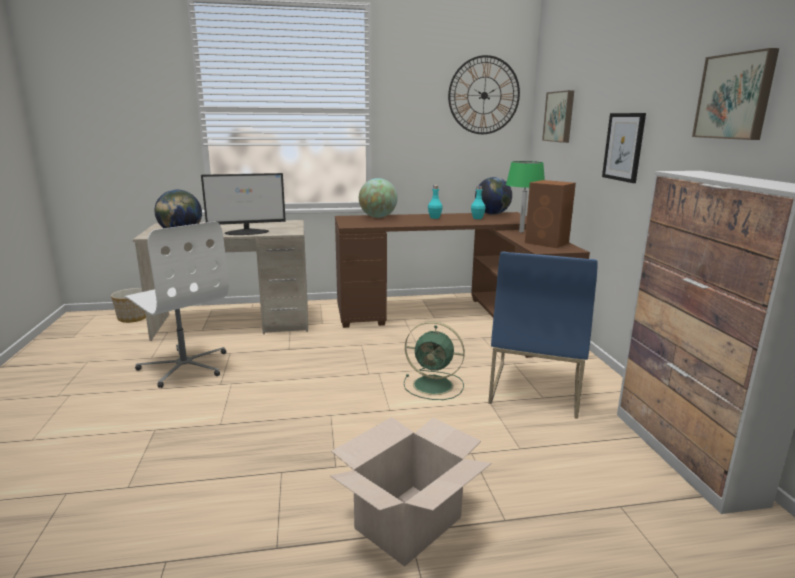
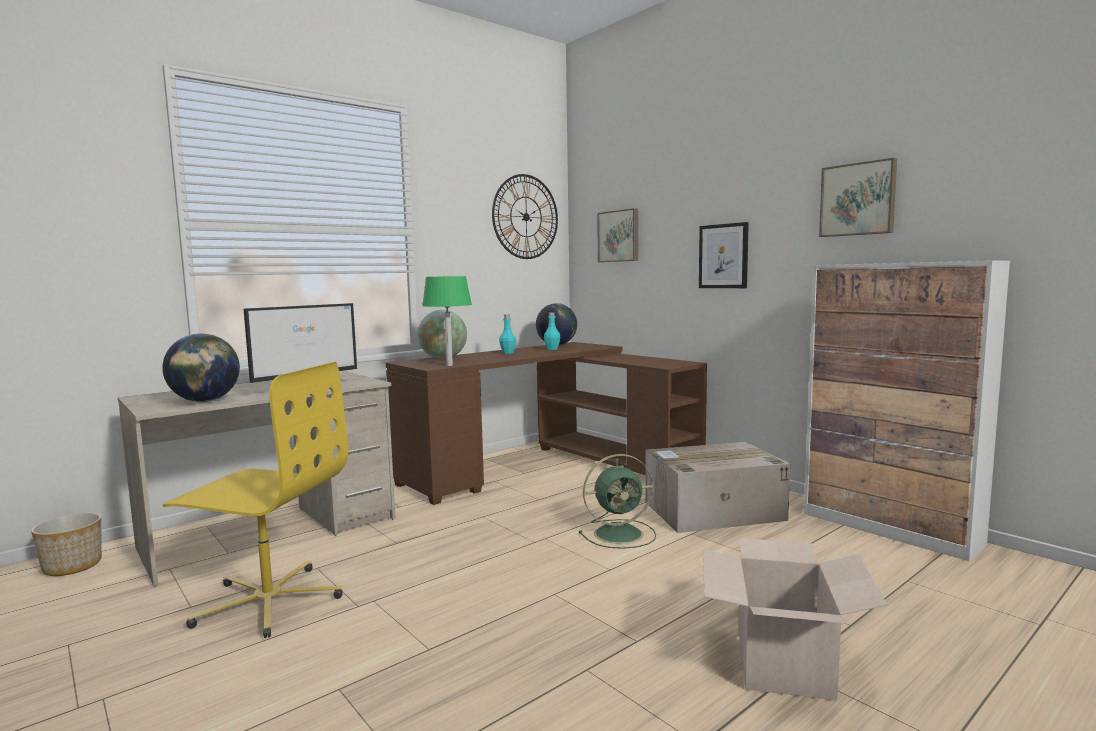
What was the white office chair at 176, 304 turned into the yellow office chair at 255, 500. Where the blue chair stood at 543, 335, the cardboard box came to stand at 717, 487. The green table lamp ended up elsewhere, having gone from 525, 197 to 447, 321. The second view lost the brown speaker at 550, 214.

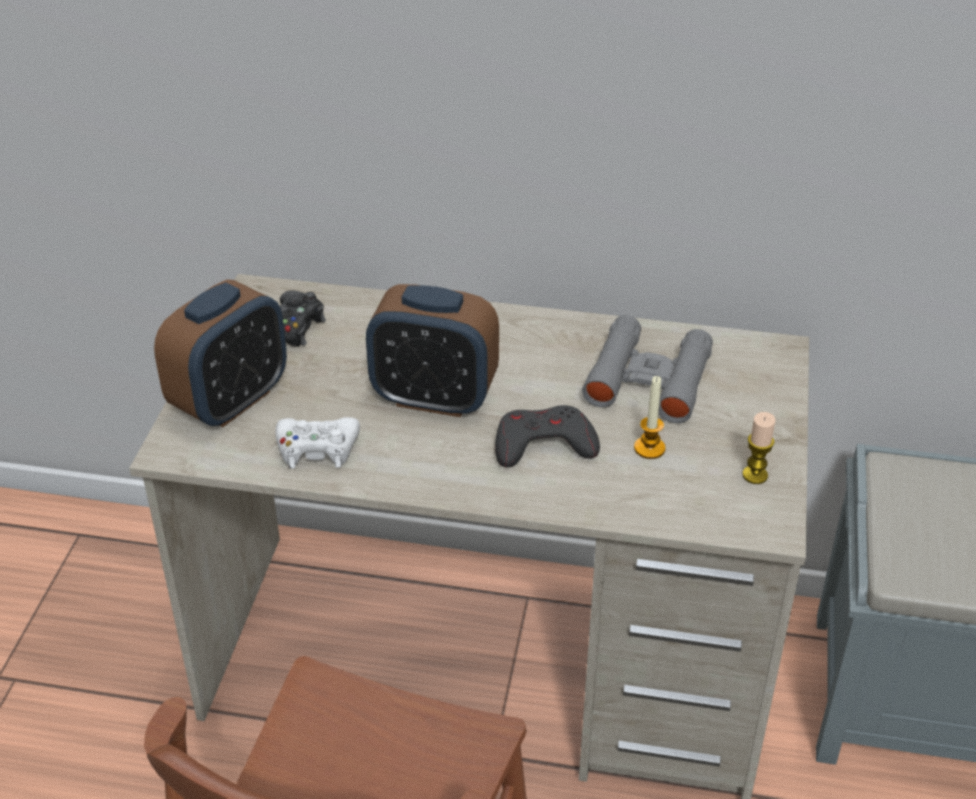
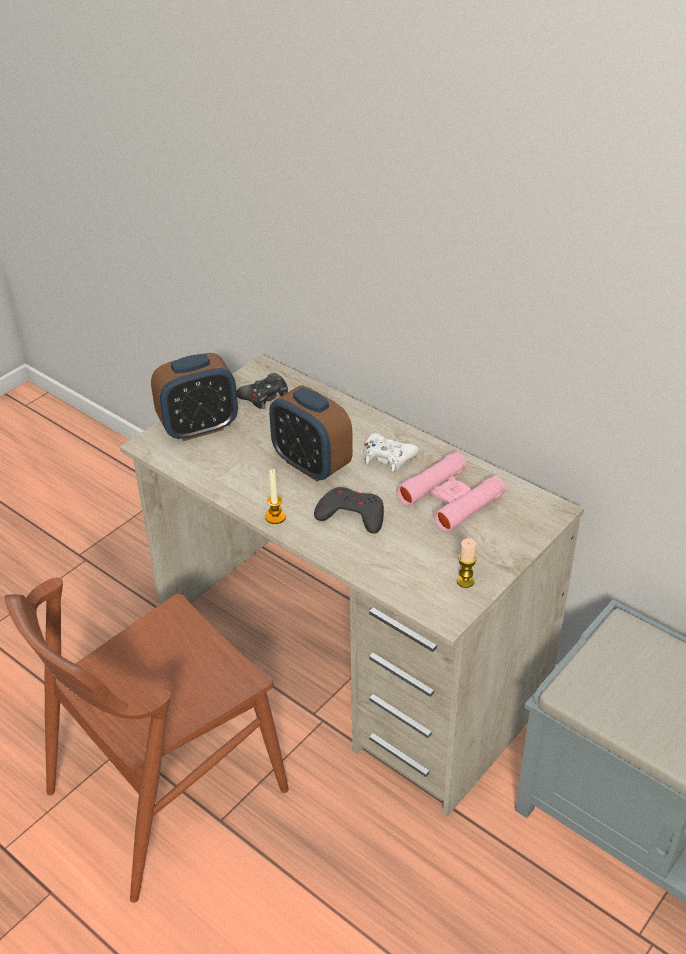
The white game controller ended up elsewhere, having gone from 317, 443 to 391, 452. What was the grey binoculars at 647, 369 turned into the pink binoculars at 450, 492. The candle ended up elsewhere, having gone from 650, 417 to 275, 496.

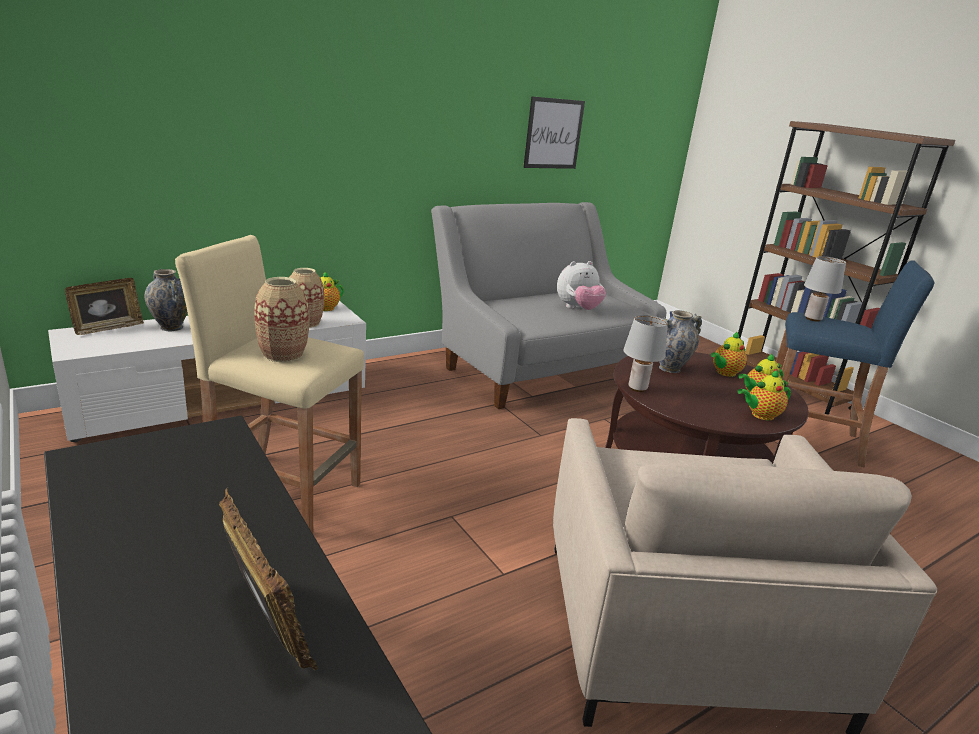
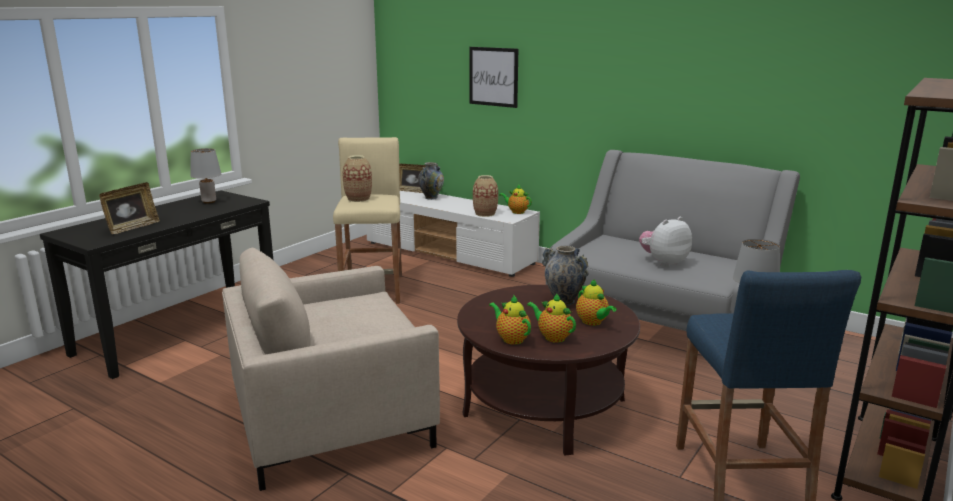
The picture ended up elsewhere, having gone from 554, 132 to 493, 77. The plush toy at 581, 285 ended up facing another way, 105 degrees clockwise from before. The grey table lamp ended up elsewhere, having gone from 645, 353 to 205, 175. The teapot at 729, 354 ended up facing another way, 150 degrees counterclockwise from before.

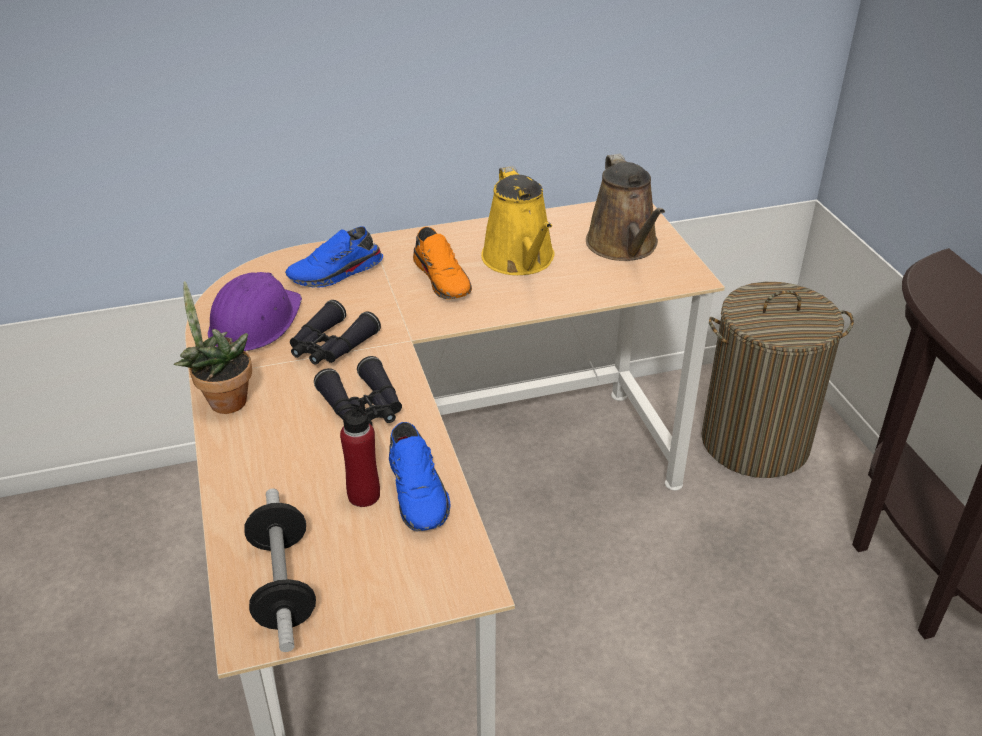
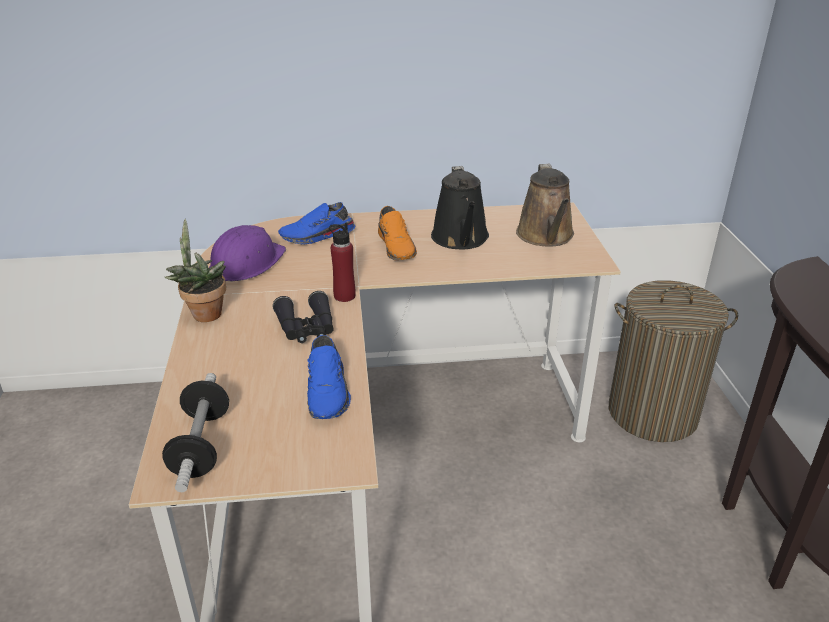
The second view lost the black binoculars at 335, 332. The red bottle ended up elsewhere, having gone from 358, 453 to 342, 262. What was the yellow watering can at 518, 220 turned into the black watering can at 460, 207.

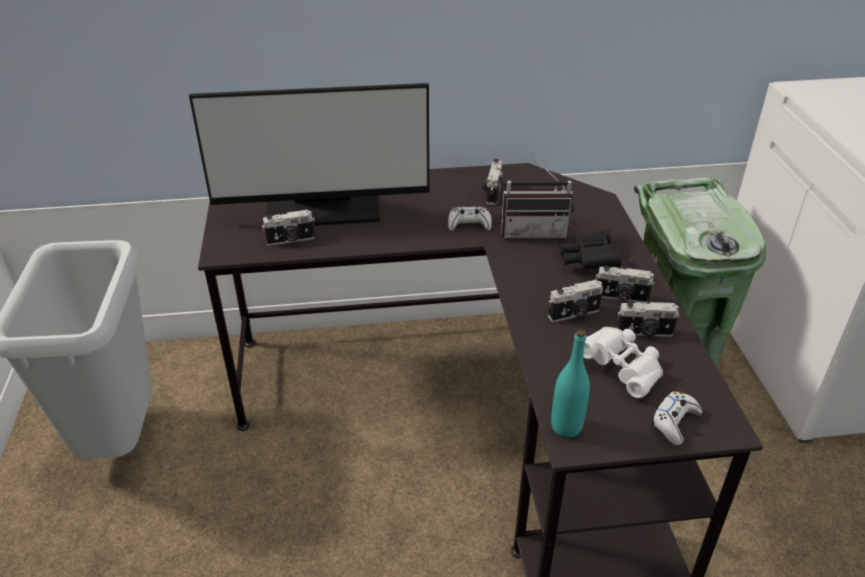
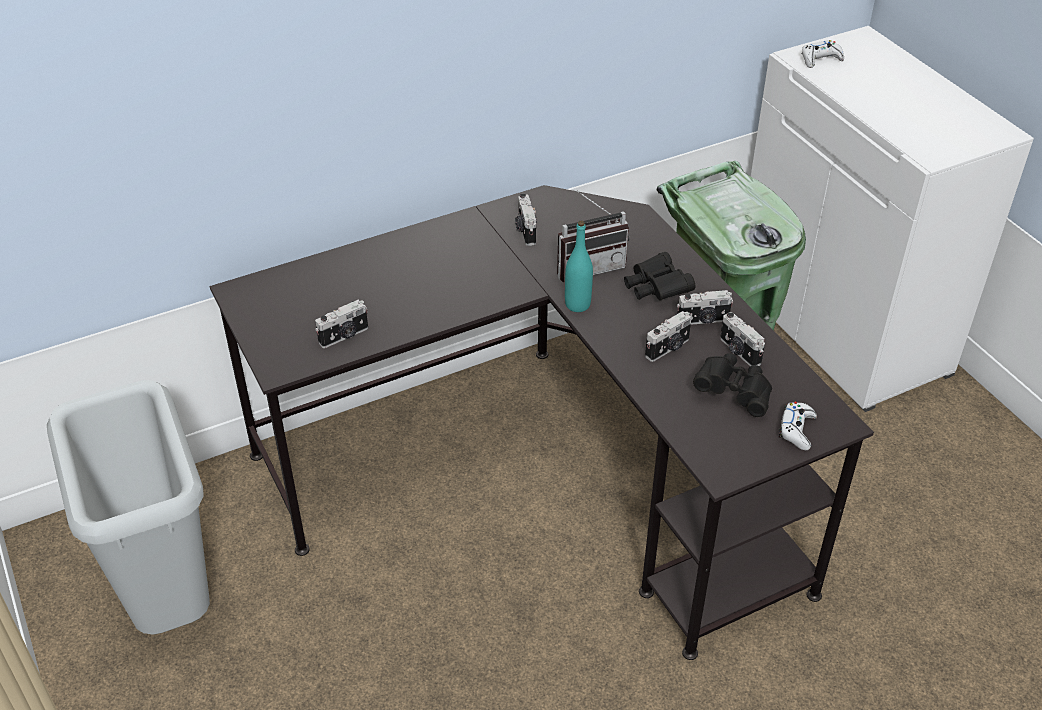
The second view lost the monitor at 309, 154. The white game controller ended up elsewhere, having gone from 470, 219 to 823, 54. The turquoise bottle ended up elsewhere, having gone from 570, 383 to 579, 266. What was the white binoculars at 623, 362 turned into the black binoculars at 732, 385. The photo camera at 648, 319 ended up facing another way, 75 degrees clockwise from before.

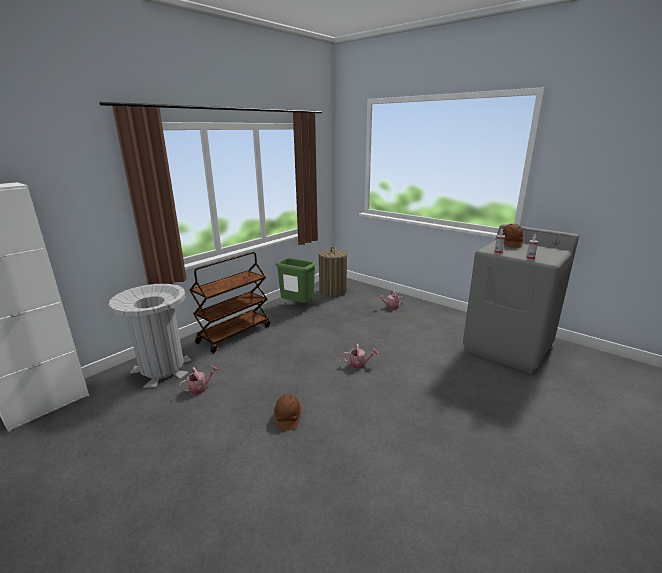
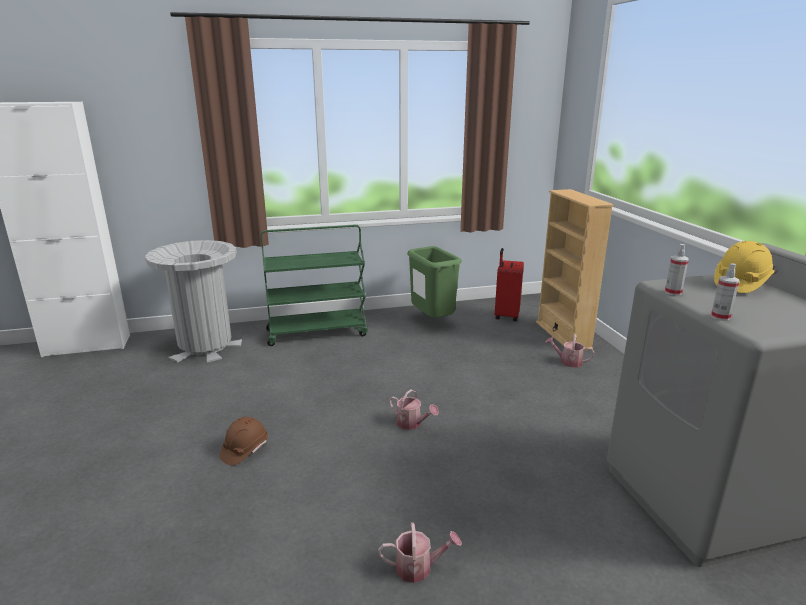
The watering can ended up elsewhere, having gone from 198, 380 to 420, 552. What was the brown cart at 230, 302 turned into the green cart at 314, 285. Where the laundry basket stood at 332, 272, the red suitcase came to stand at 509, 284. What was the brown hard hat at 513, 235 turned into the yellow hard hat at 744, 267. The second view gained the beige bookcase at 575, 270.

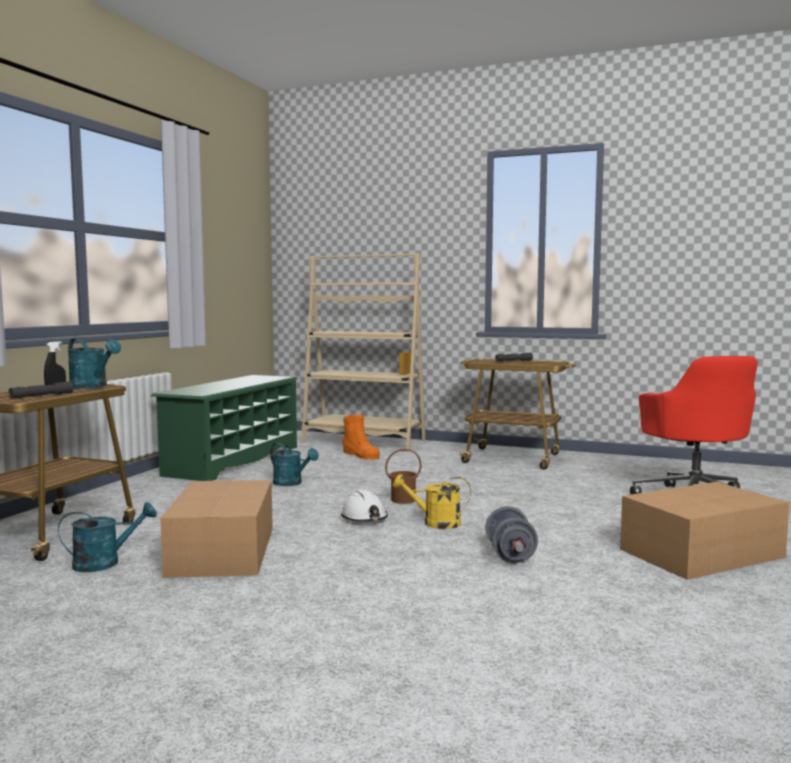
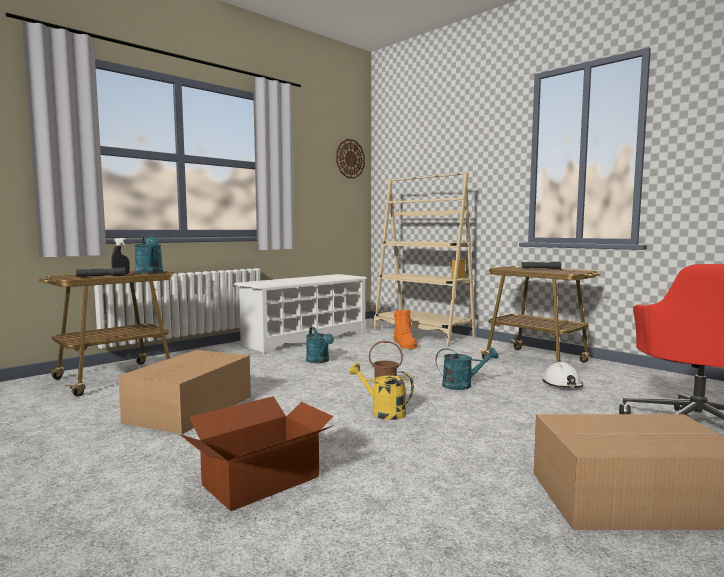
The turquoise watering can ended up elsewhere, having gone from 107, 537 to 467, 368. What was the green shoe rack at 224, 428 turned into the white shoe rack at 300, 314. The white hard hat ended up elsewhere, having gone from 364, 506 to 562, 375. The second view lost the grey dumbbell at 511, 534. The second view gained the cardboard box at 256, 453. The second view gained the wall clock at 350, 159.

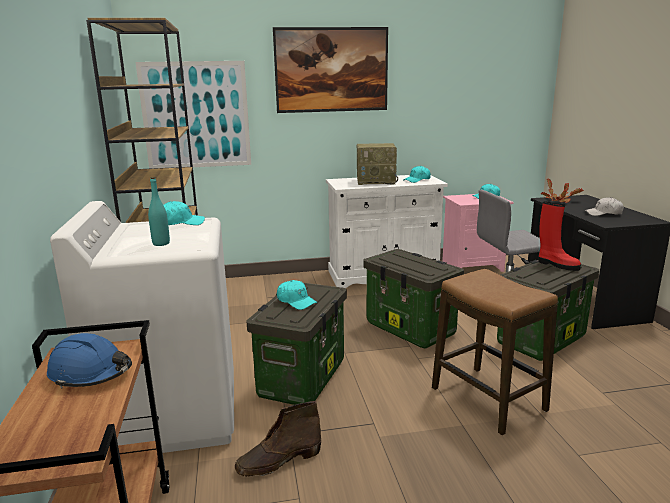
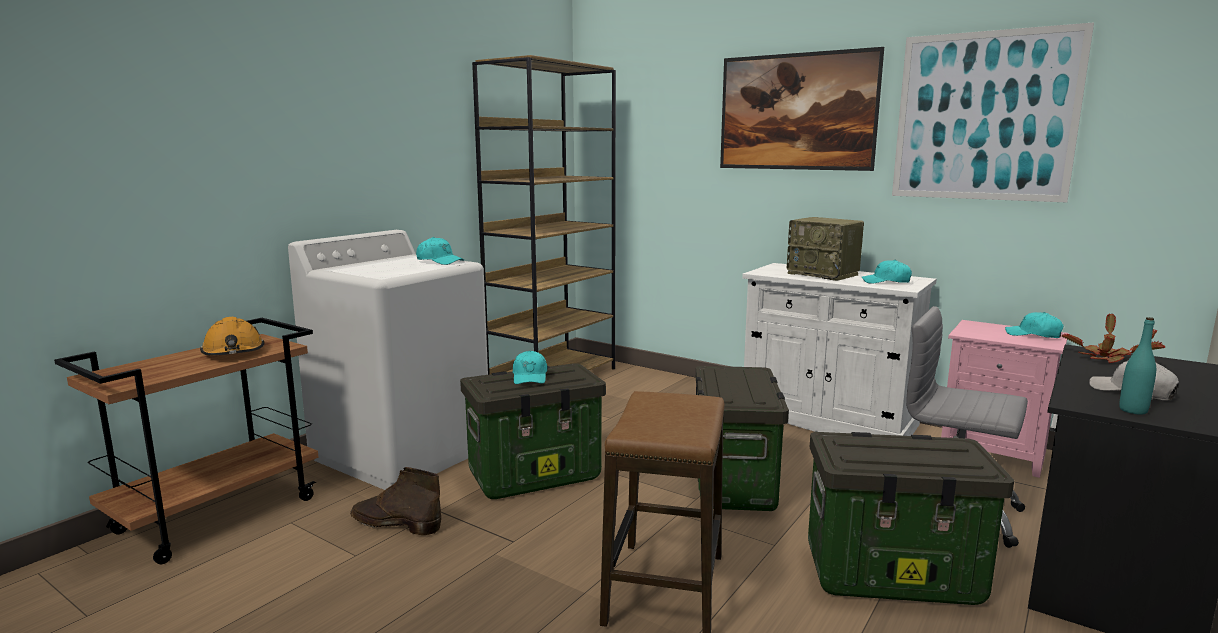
What was the blue hard hat at 89, 360 turned into the orange hard hat at 232, 336. The picture ended up elsewhere, having gone from 193, 115 to 993, 112. The turquoise bottle ended up elsewhere, having gone from 159, 211 to 1137, 366. The second view lost the red boot at 559, 236.

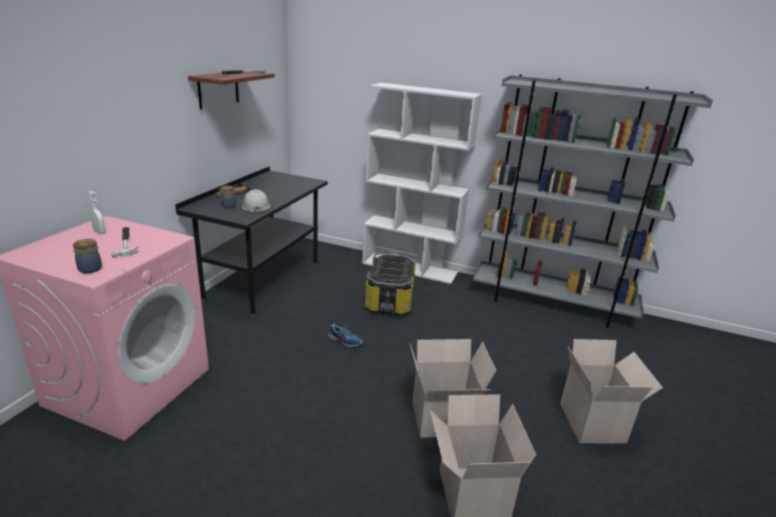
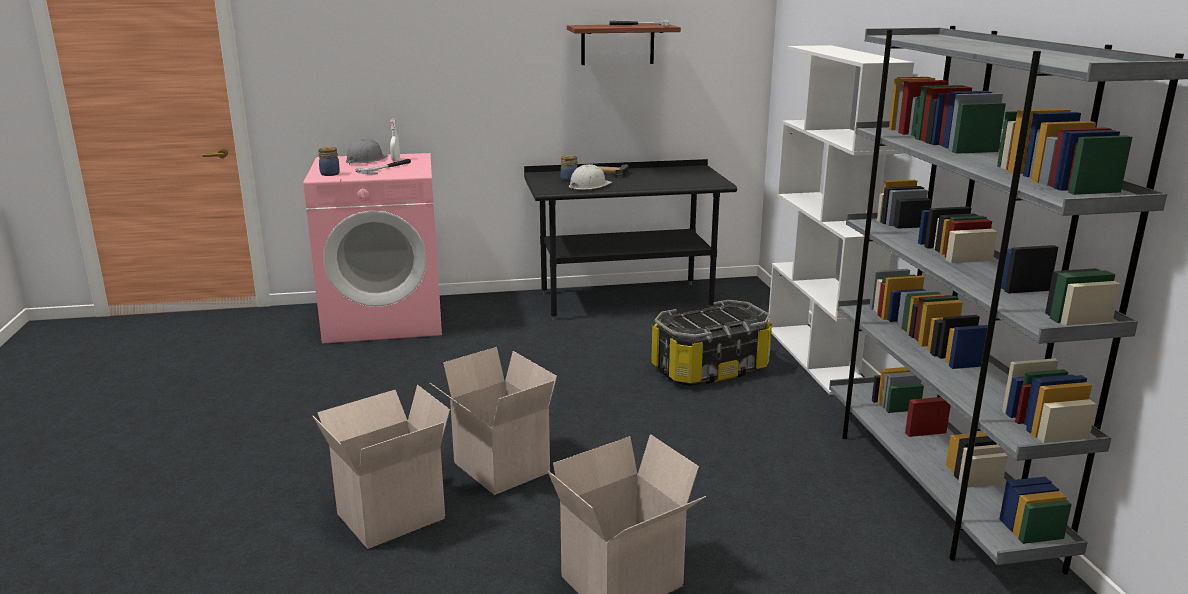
The second view lost the shoe at 345, 336. The second view gained the grey hard hat at 367, 151.

